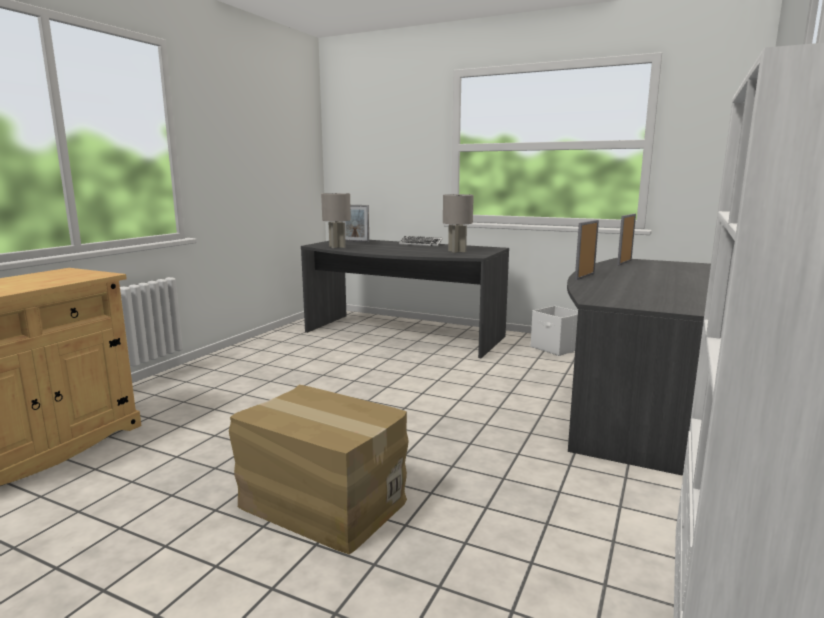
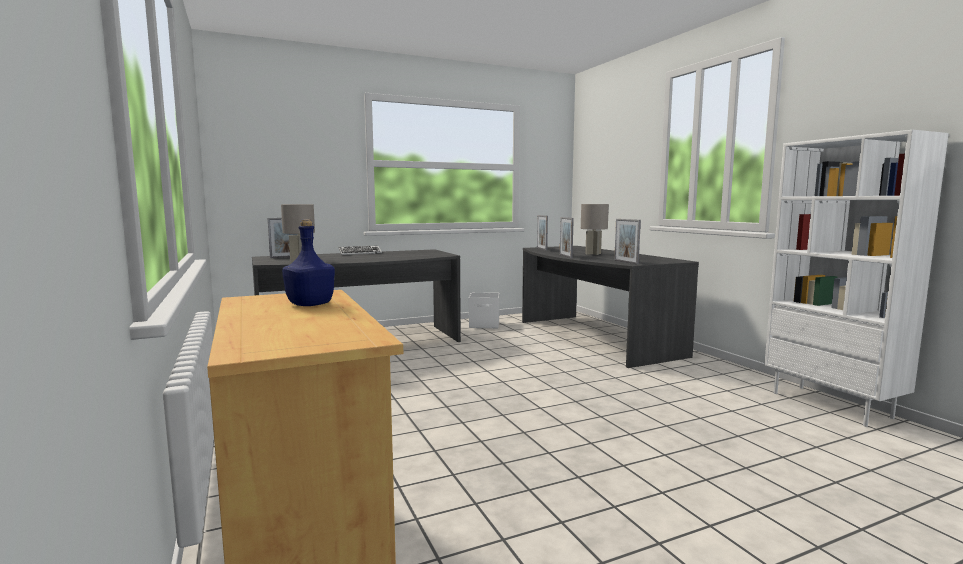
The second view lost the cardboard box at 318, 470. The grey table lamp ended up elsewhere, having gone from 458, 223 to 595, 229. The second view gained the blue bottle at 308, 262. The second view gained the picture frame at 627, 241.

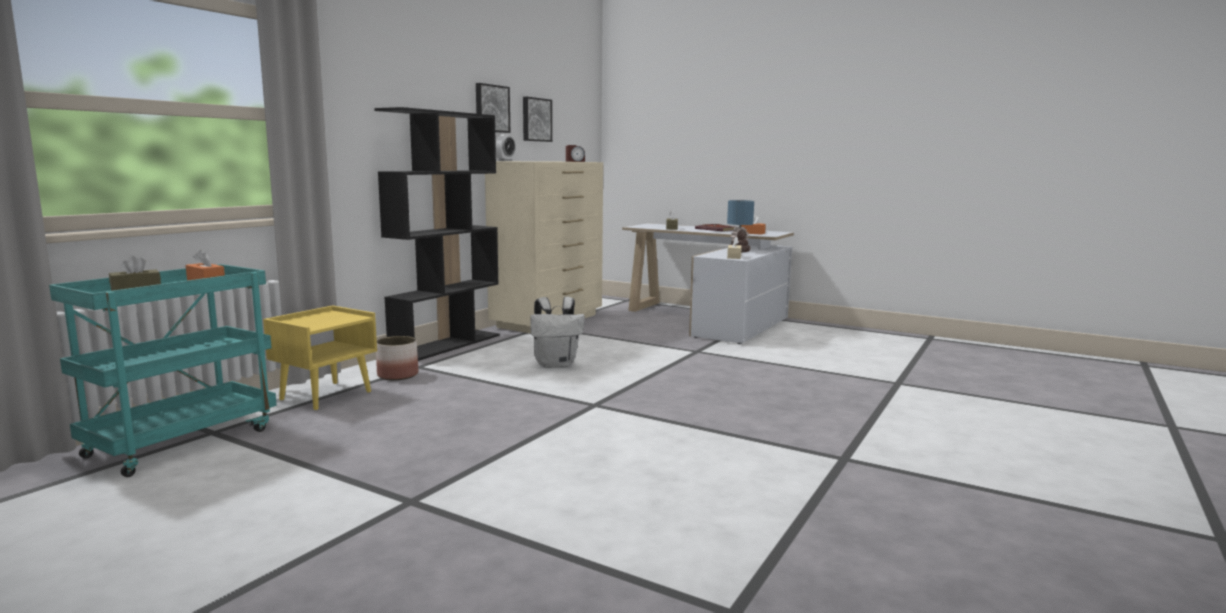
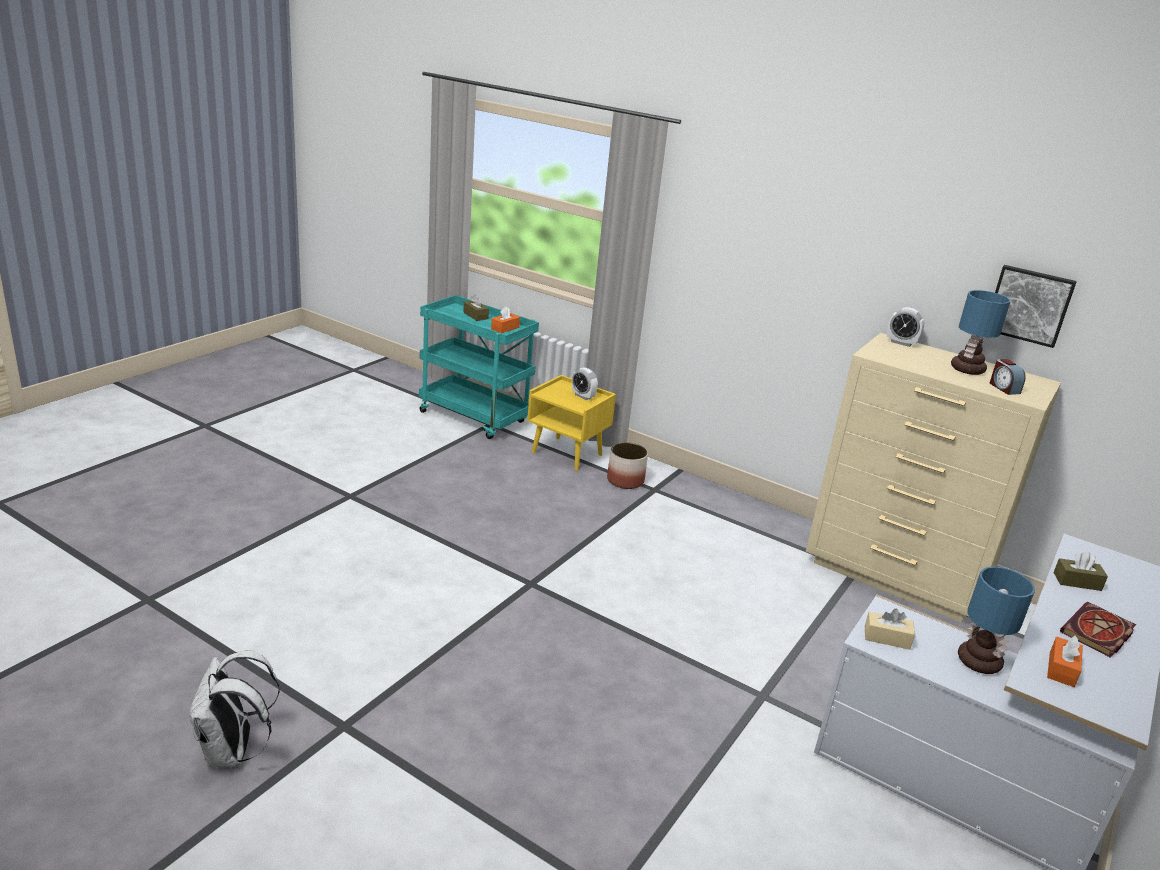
The second view lost the black bookcase at 437, 234. The second view lost the picture at 493, 108. The white backpack ended up elsewhere, having gone from 557, 332 to 235, 708. The second view gained the alarm clock at 585, 383. The second view gained the table lamp at 981, 332.

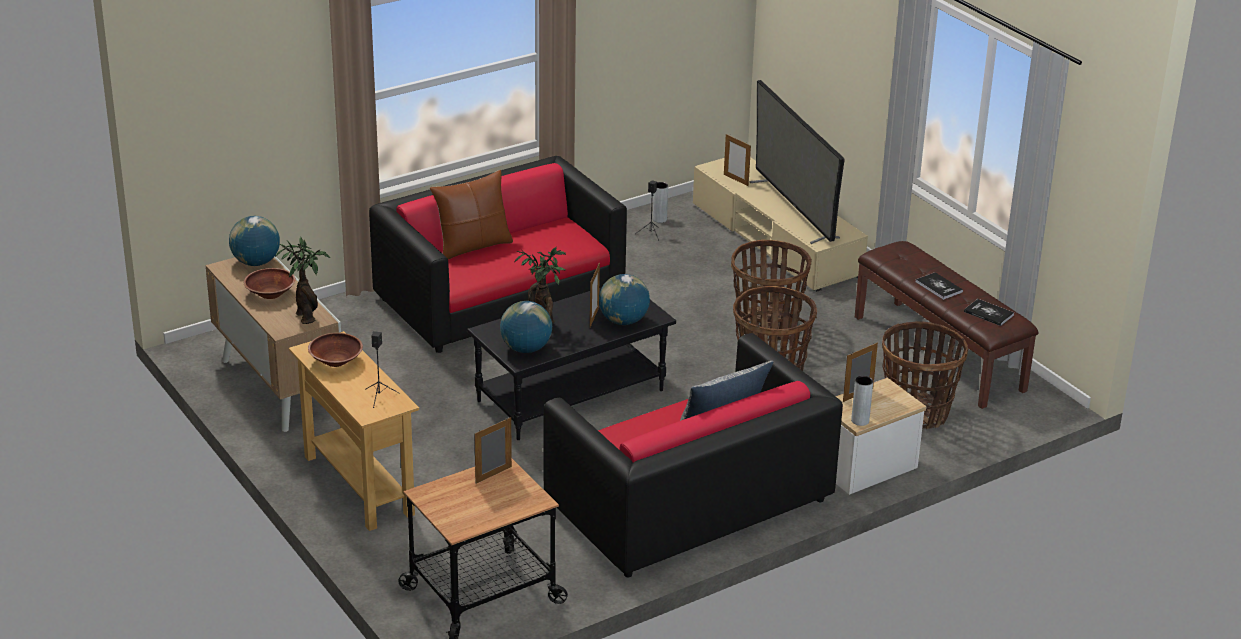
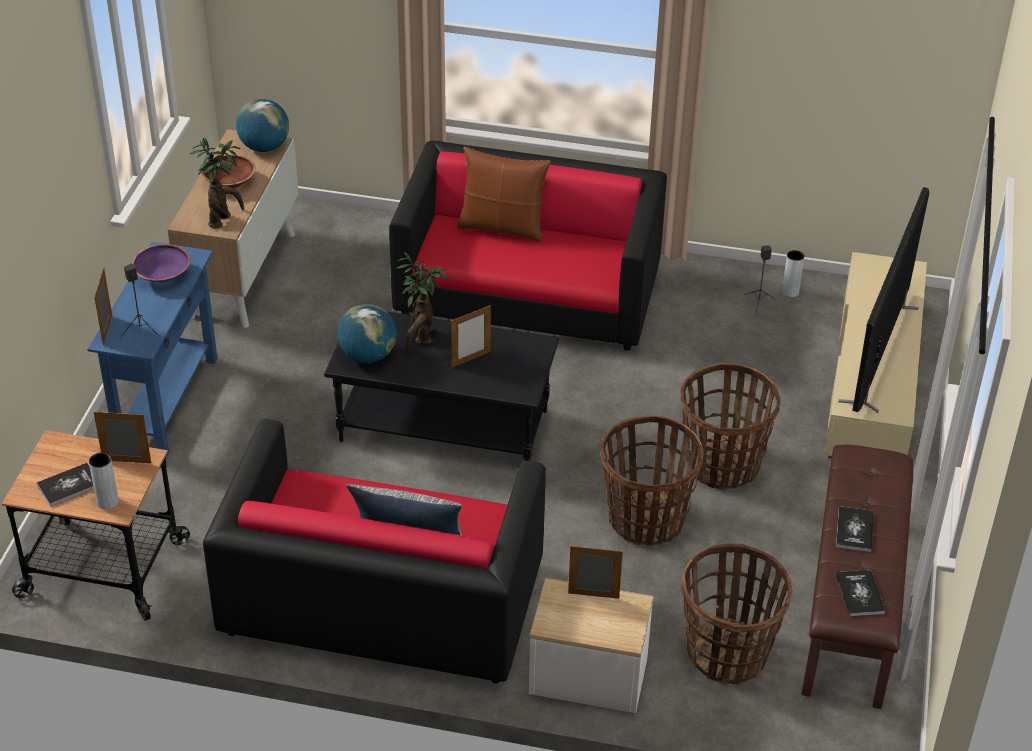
What was the beige console table at 354, 431 turned into the blue console table at 152, 350. What was the brown bowl at 335, 350 turned into the purple bowl at 161, 263. The second view lost the globe at 624, 299. The picture frame ended up elsewhere, having gone from 737, 160 to 103, 306. The grey vase ended up elsewhere, having gone from 862, 401 to 104, 481. The second view gained the book at 65, 484.

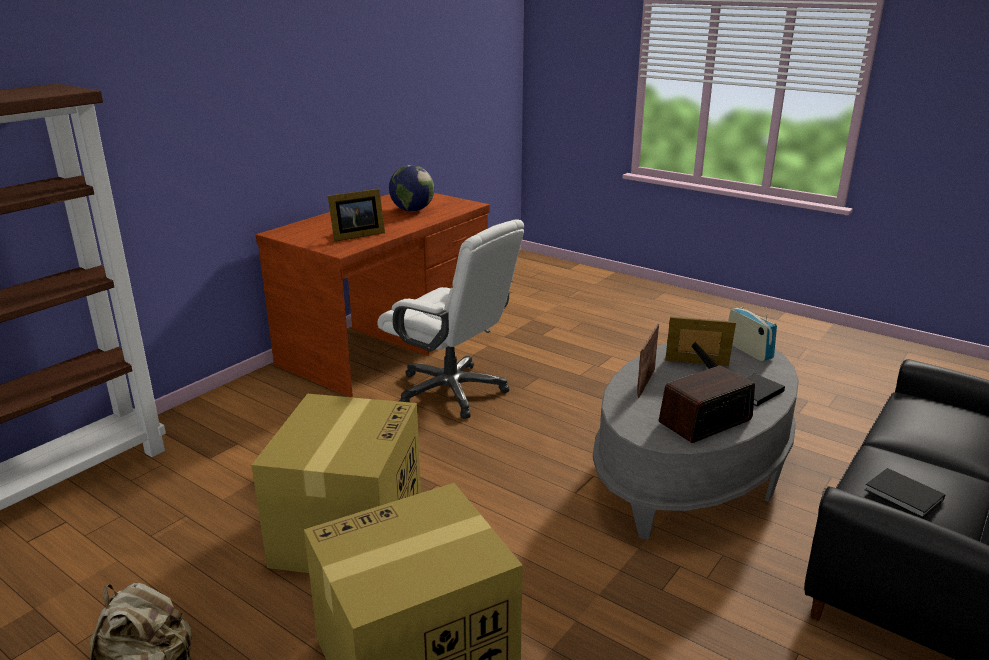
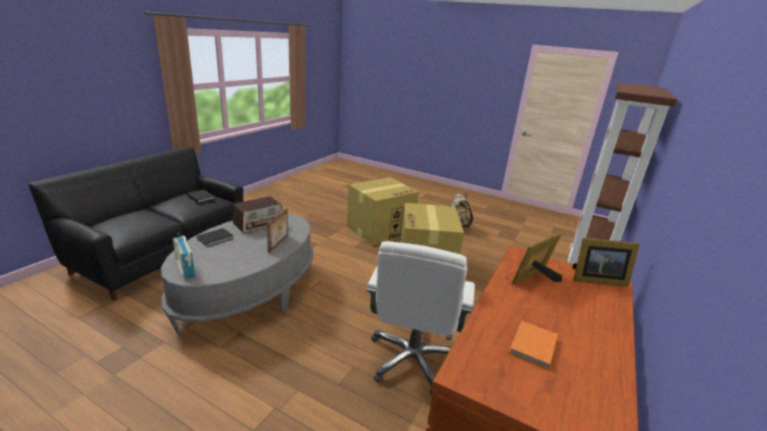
The white office chair at 450, 319 ended up facing another way, 105 degrees counterclockwise from before. Where the globe stood at 411, 188, the orange book came to stand at 533, 345. The picture frame ended up elsewhere, having gone from 700, 343 to 606, 262.

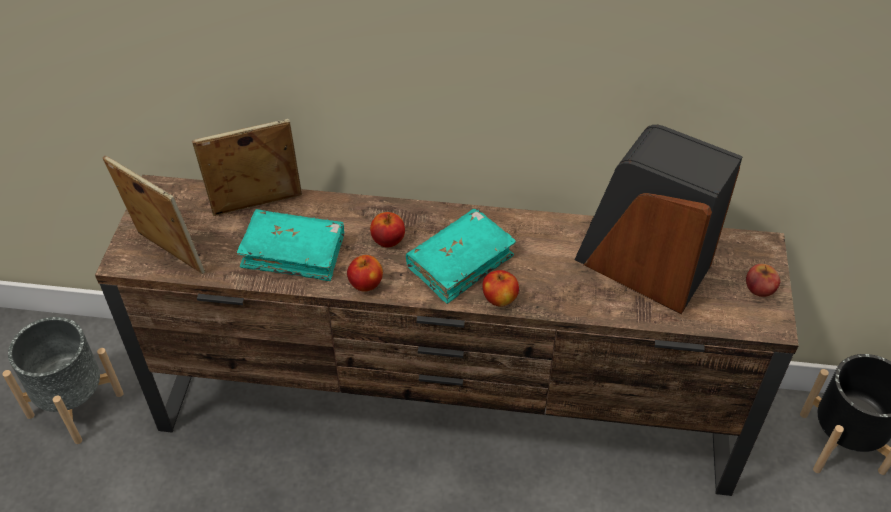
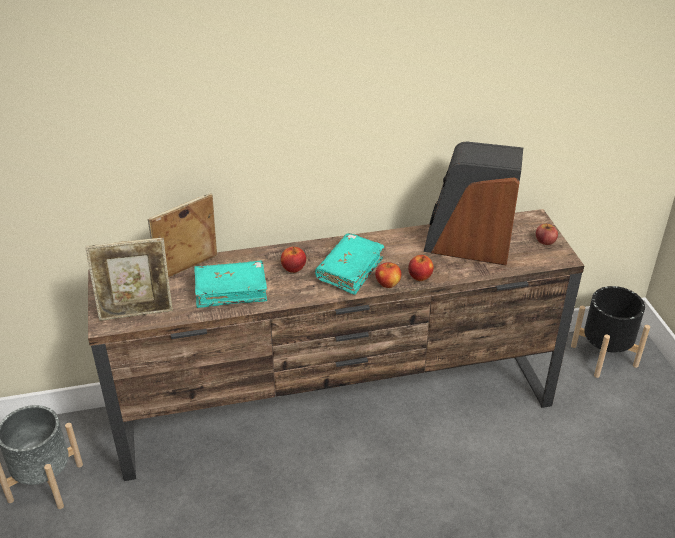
The picture frame at 153, 215 ended up facing another way, 150 degrees clockwise from before. The apple ended up elsewhere, having gone from 365, 273 to 421, 268.

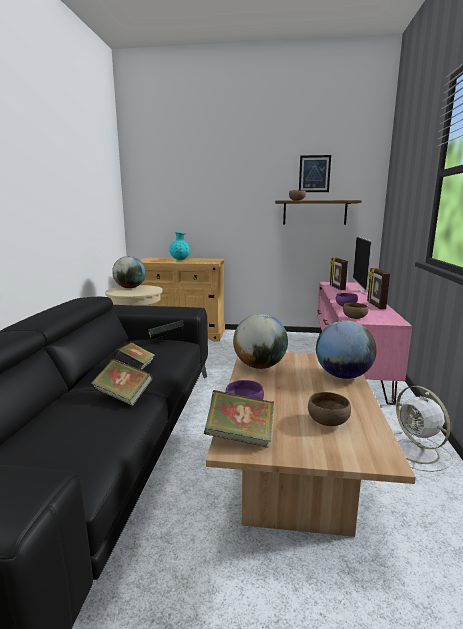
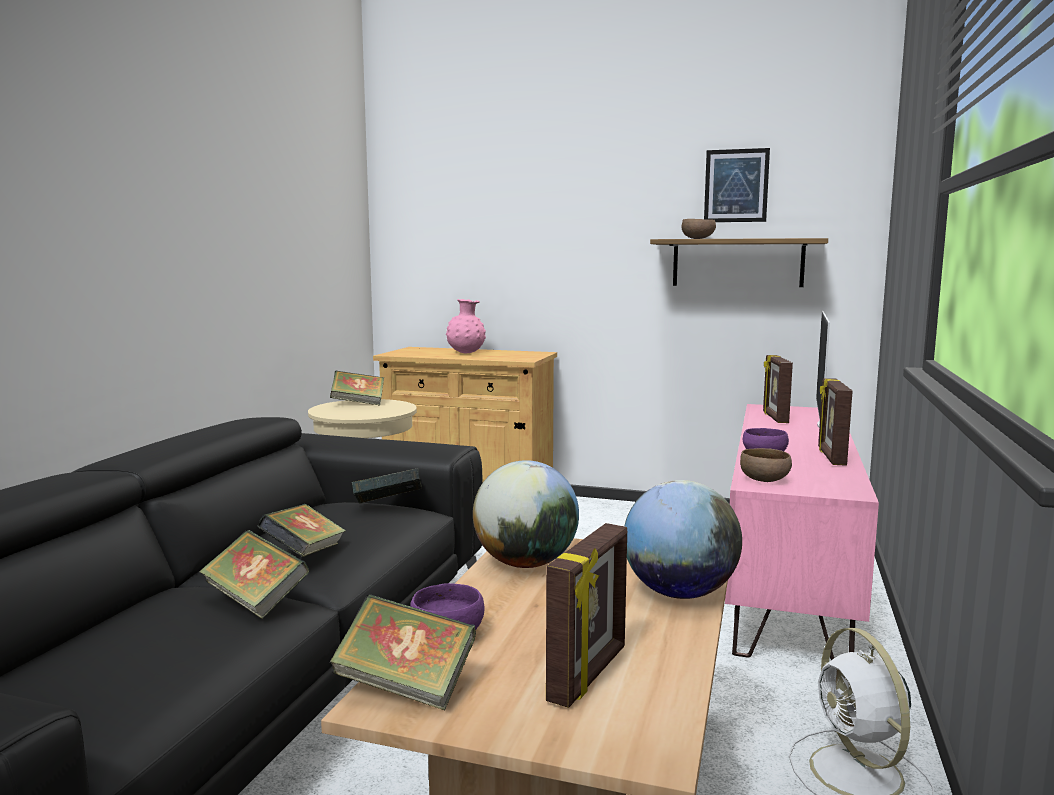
Where the globe stood at 129, 272, the book came to stand at 357, 388. What was the turquoise vase at 179, 246 turned into the pink vase at 466, 326. Where the brown bowl stood at 329, 409, the picture frame came to stand at 586, 615.

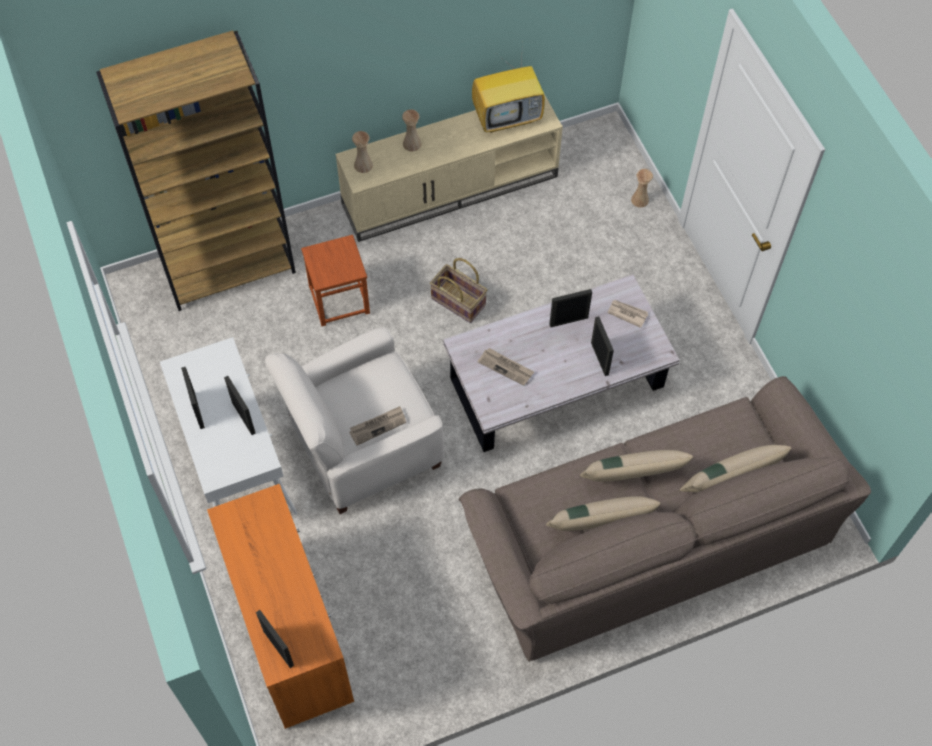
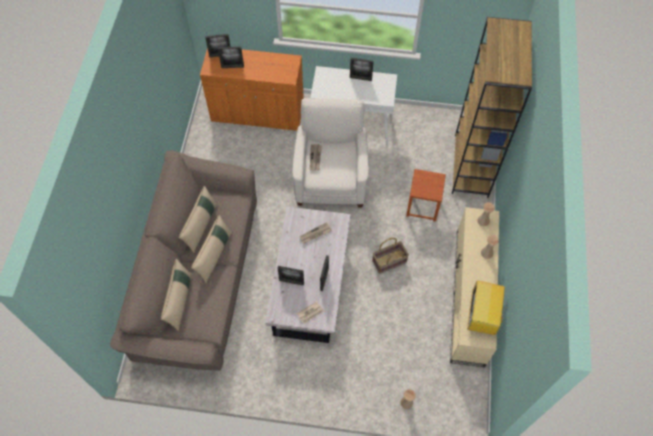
The picture frame ended up elsewhere, having gone from 239, 405 to 231, 57.

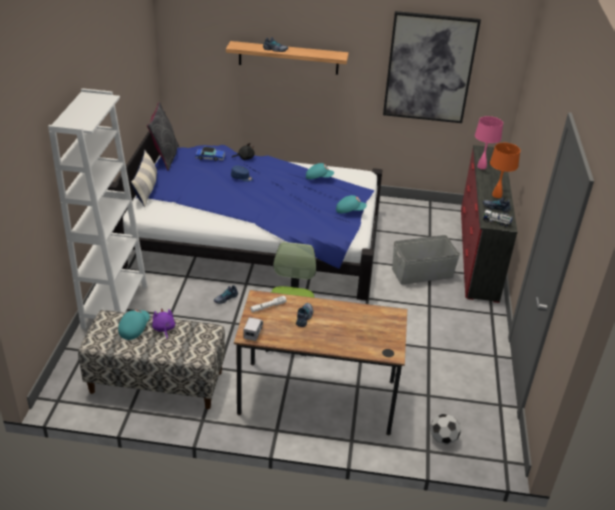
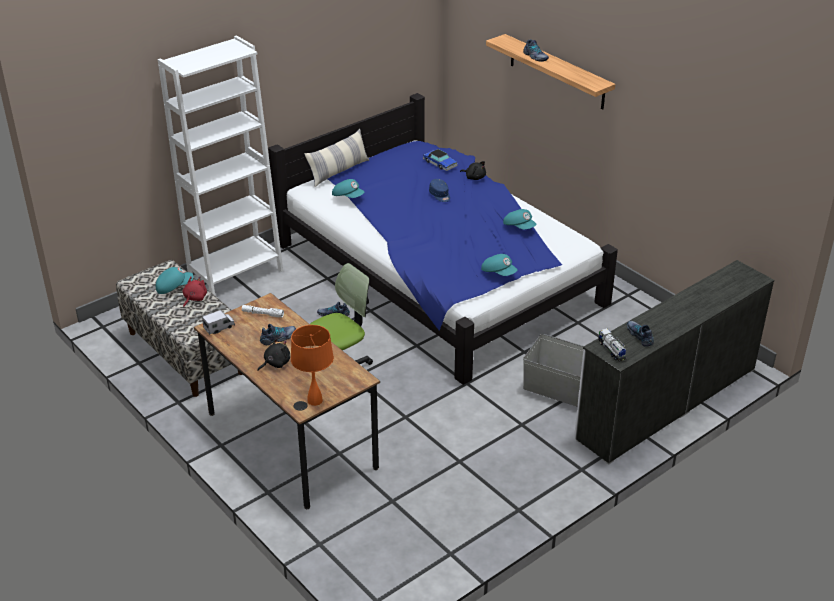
The second view lost the grey pillow at 163, 136. What was the purple plush toy at 163, 323 turned into the red plush toy at 195, 291. The second view lost the picture at 432, 67. The second view lost the football at 445, 429. What was the red dresser at 489, 224 turned into the white dresser at 674, 362. The second view lost the pink table lamp at 489, 142. The orange table lamp ended up elsewhere, having gone from 505, 170 to 312, 365. The second view gained the black plush toy at 273, 354. The second view gained the turquoise cap at 348, 188.

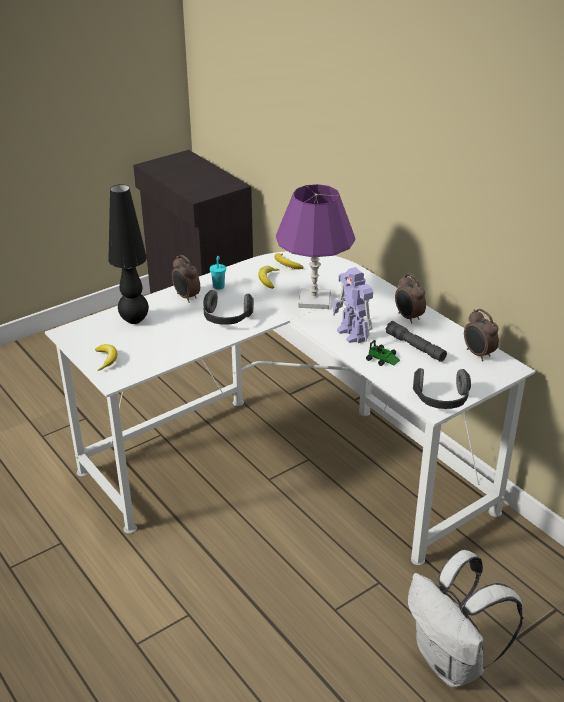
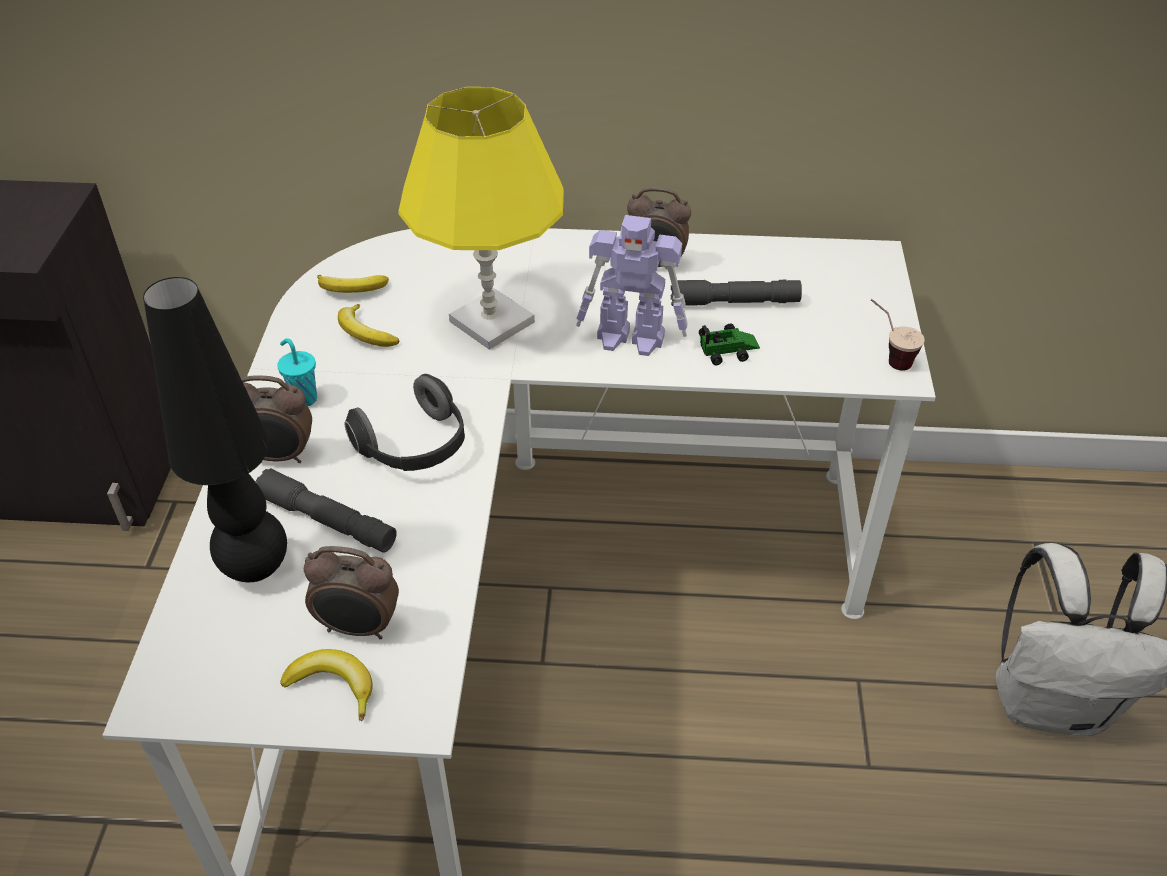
What was the purple table lamp at 316, 246 turned into the yellow table lamp at 481, 218. Where the headphones stood at 442, 388, the cup came to stand at 898, 335. The alarm clock ended up elsewhere, having gone from 481, 335 to 351, 592. The second view gained the grey flashlight at 326, 510.

